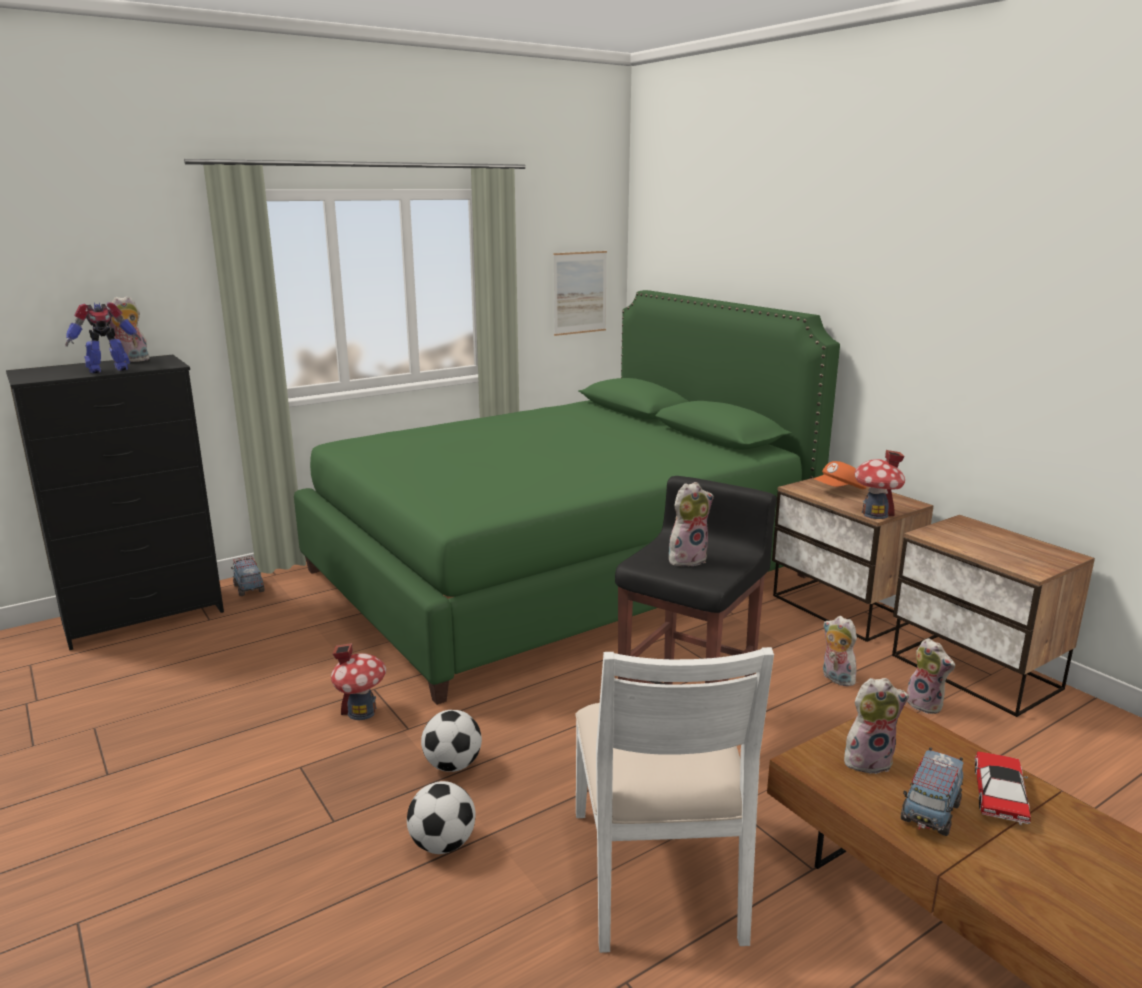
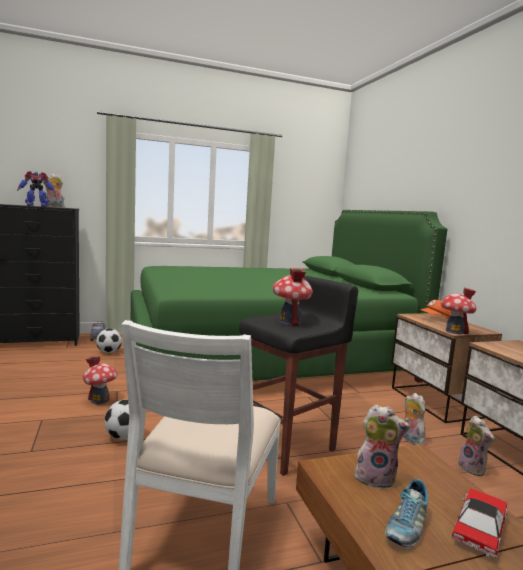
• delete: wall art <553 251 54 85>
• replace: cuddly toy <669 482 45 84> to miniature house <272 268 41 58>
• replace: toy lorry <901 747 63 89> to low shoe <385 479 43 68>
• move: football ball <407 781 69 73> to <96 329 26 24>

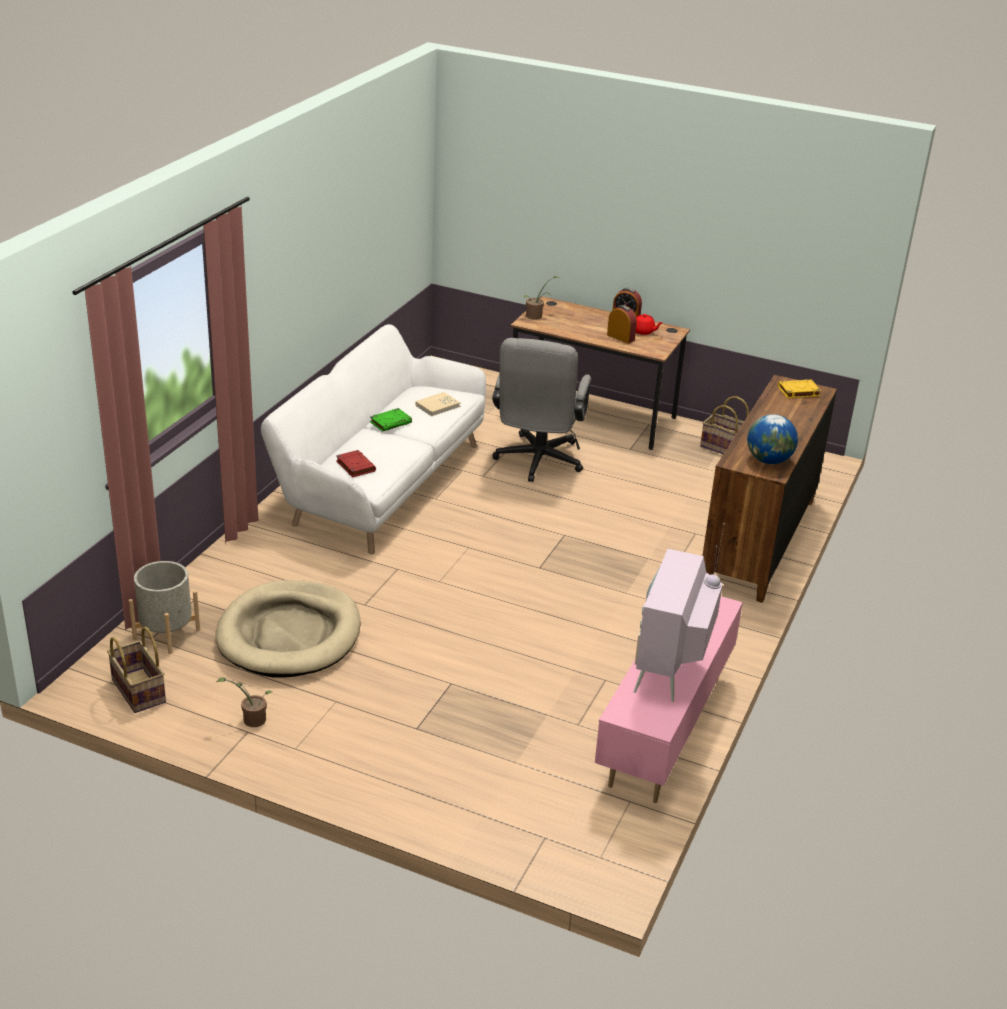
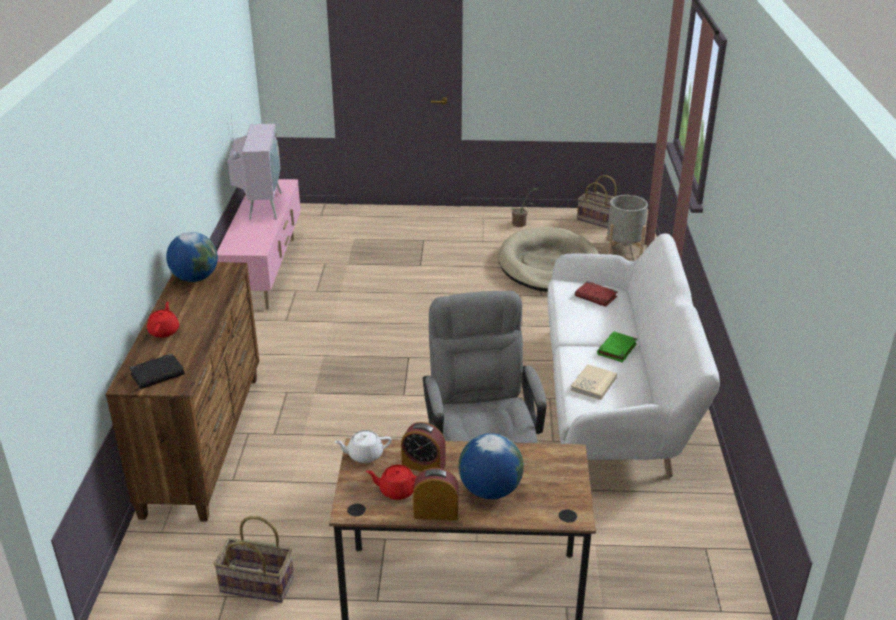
• delete: houseplant <524 276 35 44>
• recolor: yellowish book <778 379 43 19> to black-coloured book <129 354 56 35>
• insert: red-coloured tea pot <147 302 32 36>
• insert: whitish tea pot <334 430 58 33>
• insert: globe <459 433 65 66>

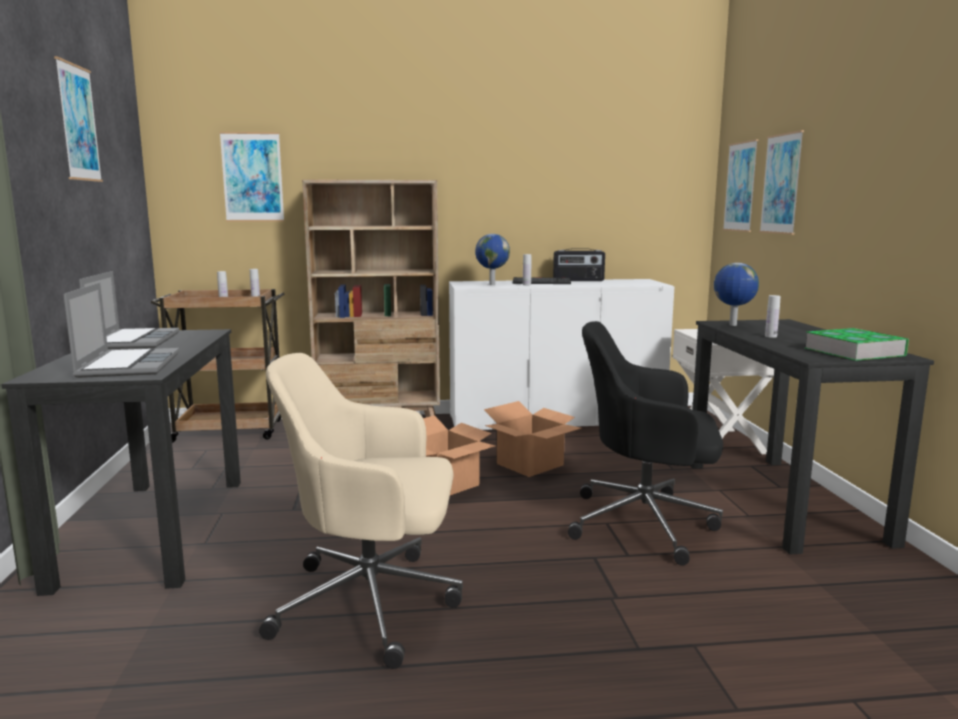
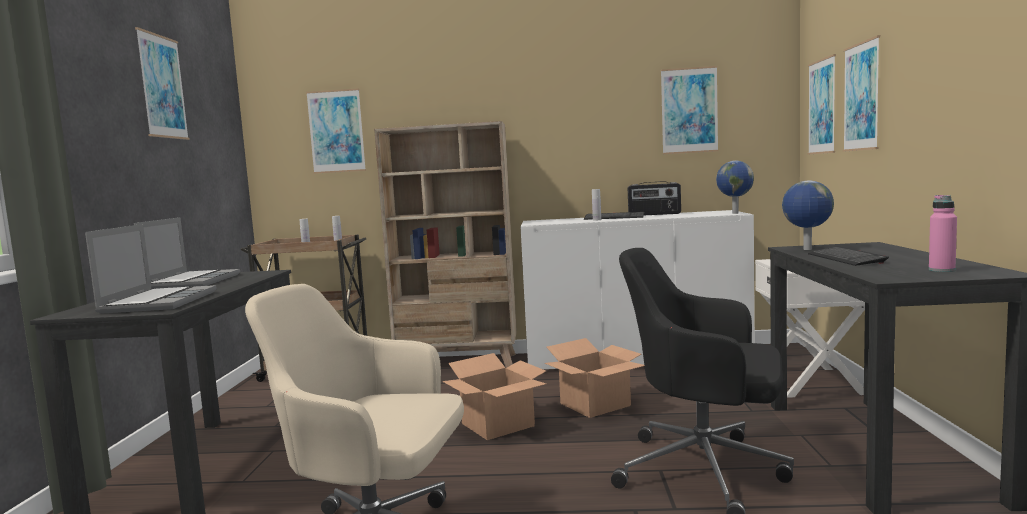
• move: globe <475 234 35 51> to <716 161 38 53>
• replace: whitish beverage bottle <765 295 16 43> to keyboard <808 246 81 20>
• replace: book <804 328 105 33> to pink-coloured beverage bottle <929 195 28 77>
• insert: wall art <661 66 57 88>

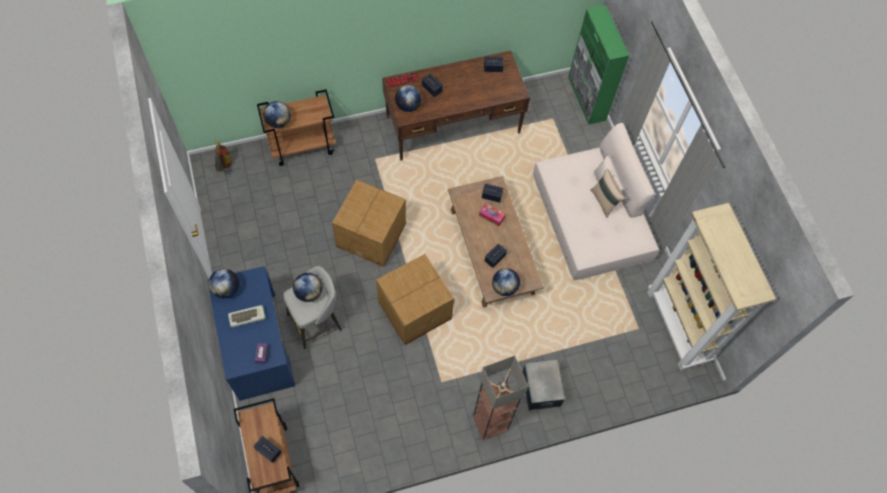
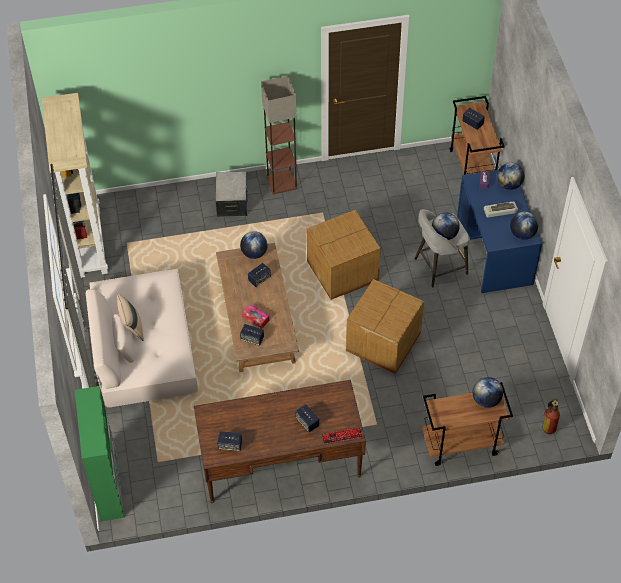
• move: globe <395 85 27 27> to <497 162 27 28>

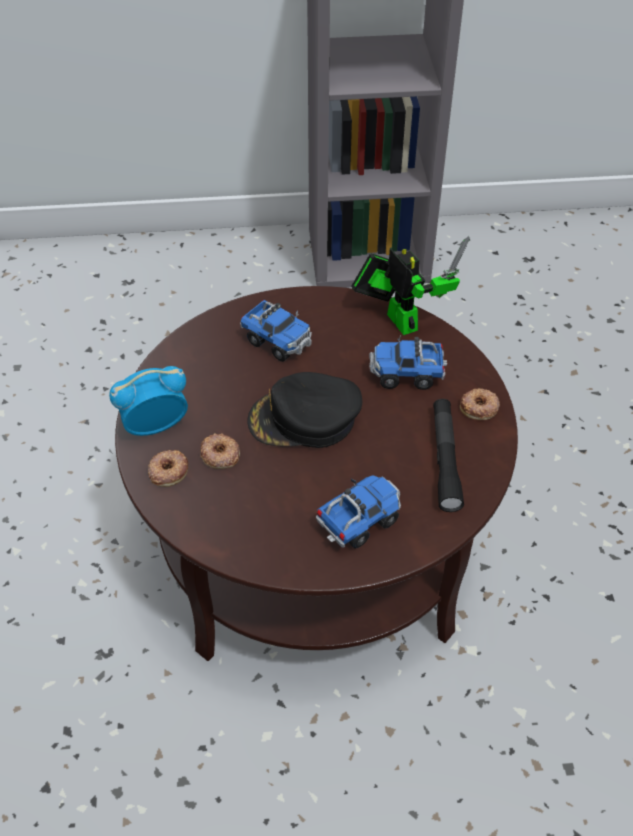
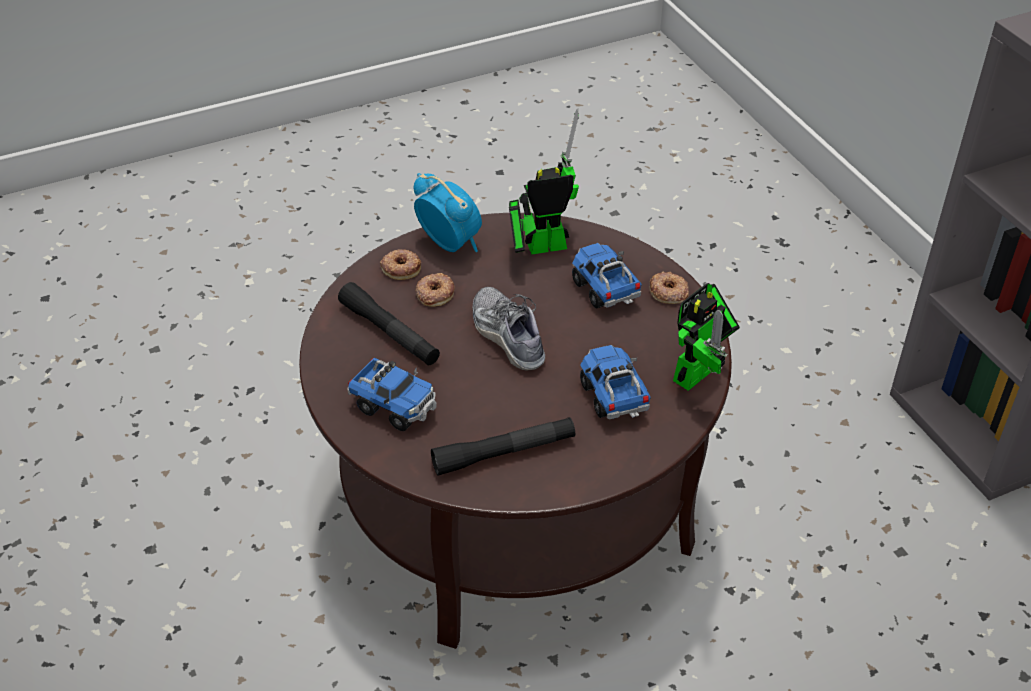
• rotate: toy lorry <240 300 72 62> = <572 243 70 65> 135 degrees clockwise
• replace: black-coloured peaked cap <247 372 115 76> to low shoe <473 287 72 84>
• move: doughnut <460 388 40 32> to <650 271 39 33>
• insert: toy robot <509 108 70 147>
• insert: black-coloured hand torch <338 282 102 83>

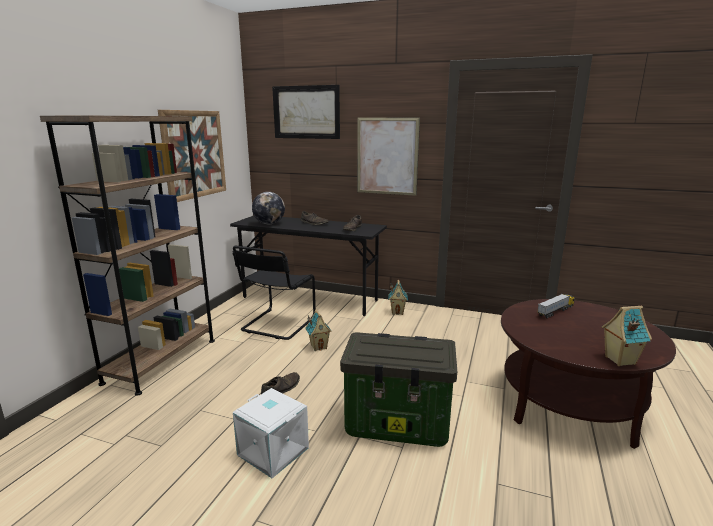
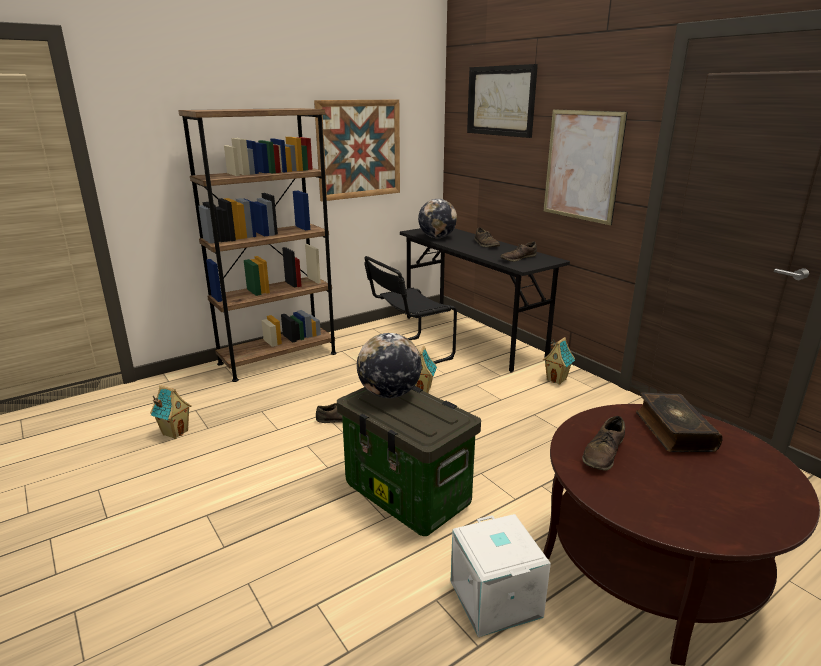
• replace: toy lorry <537 294 38 25> to book <636 392 86 60>
• move: miniature house <602 306 50 60> to <150 385 42 54>
• move: whitish storage container <233 388 76 90> to <451 514 100 123>
• insert: globe <357 333 65 65>
• insert: brown low shoe <582 416 43 55>

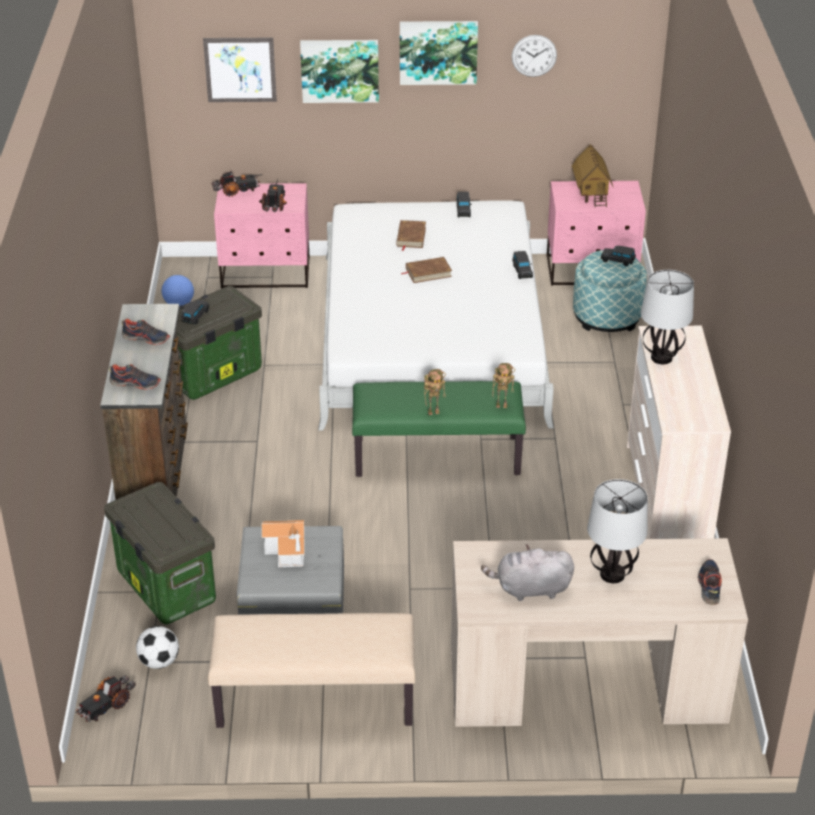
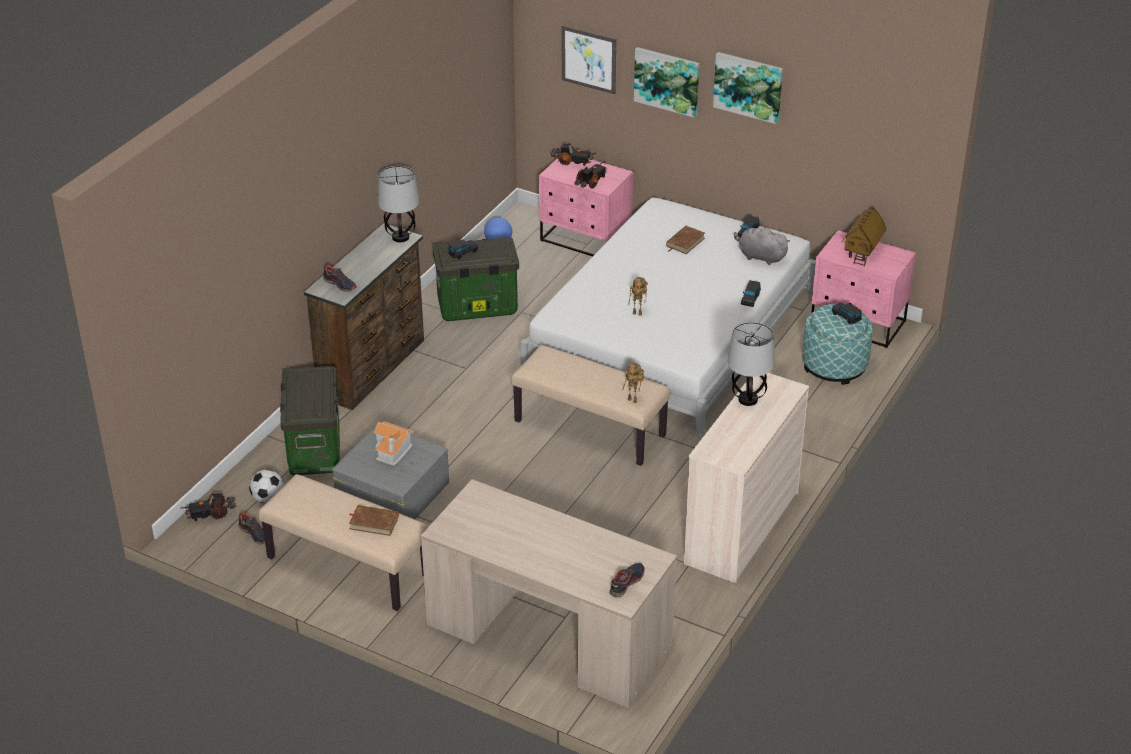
• delete: clock on the wall <512 35 45 42>
• move: brown book <401 257 51 26> to <349 505 50 31>
• move: low shoe <122 319 48 26> to <238 512 27 32>
• move: toy robot <424 369 22 46> to <628 277 20 39>
• recolor: green-coloured indoor bench <352 381 174 96> to beige indoor bench <511 345 159 121>
• move: table lamp <587 479 61 104> to <378 166 41 76>
• move: greyish cuddly toy <481 544 93 57> to <734 226 56 39>

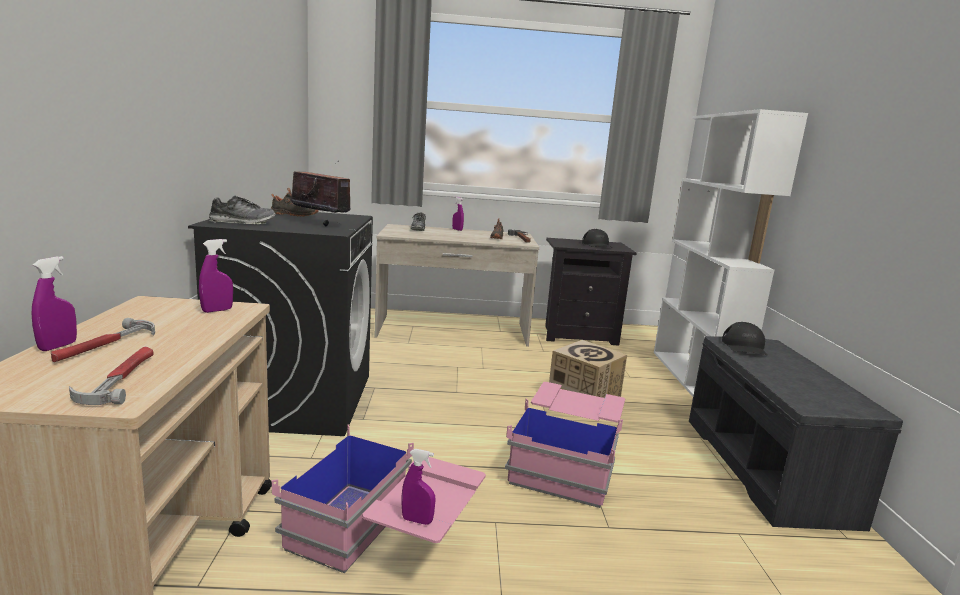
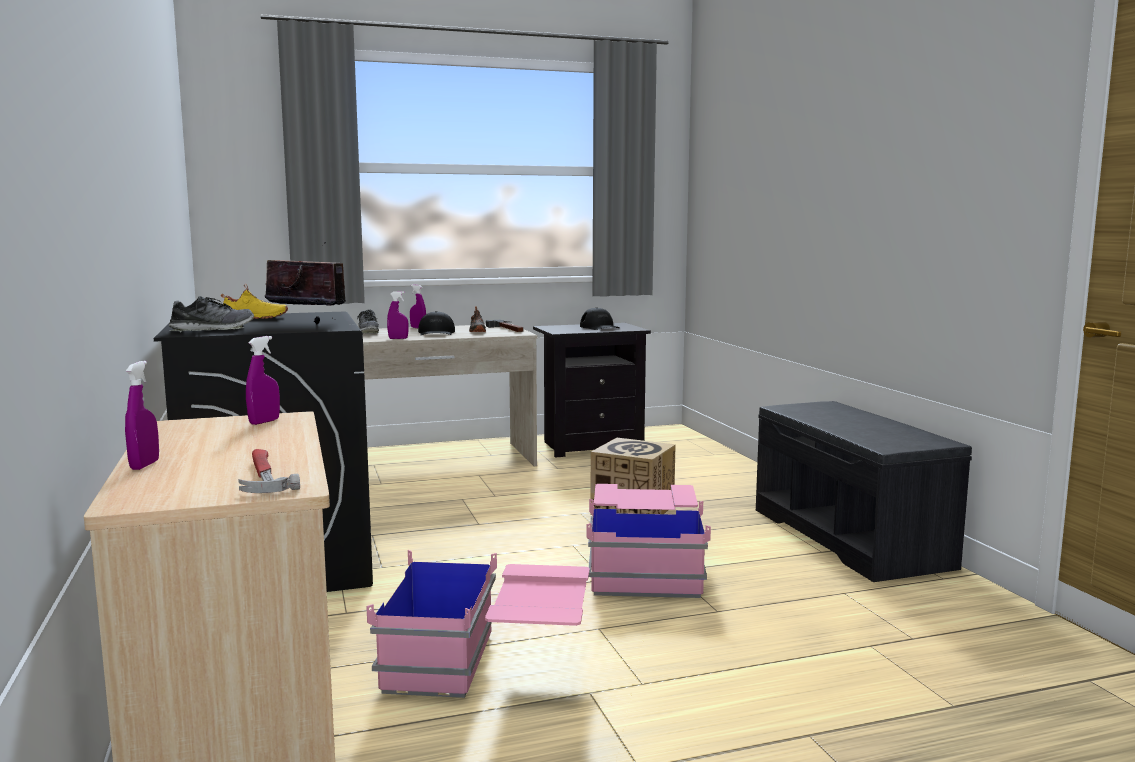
• delete: whitish shelving unit <654 109 154 288>
• recolor: black-coloured low shoe <271 188 48 29> to yellowish low shoe <221 284 67 35>
• delete: tool hammer <51 318 104 44>
• move: black-coloured peaked cap <722 322 45 33> to <418 311 37 24>
• move: purplish spray bottle <401 449 34 76> to <387 291 21 48>

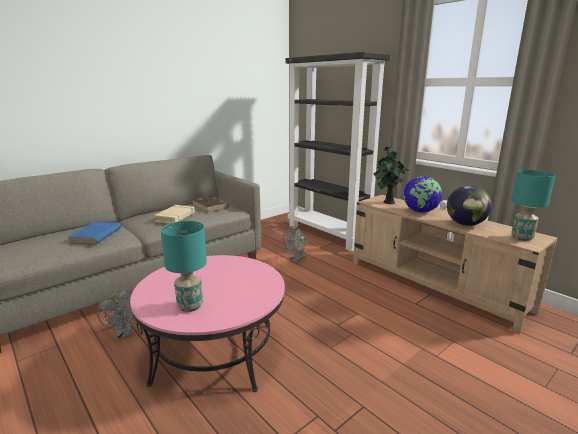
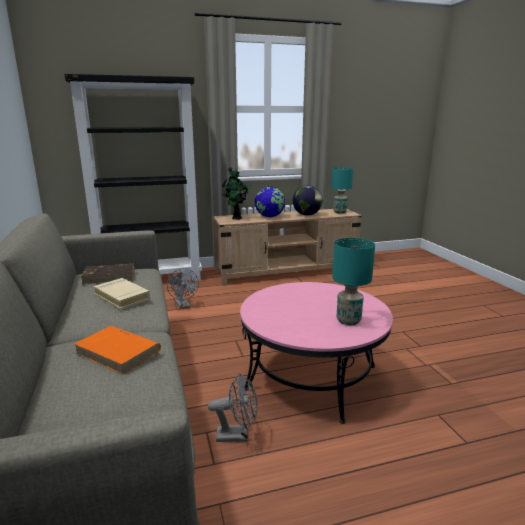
• recolor: blue book <68 222 53 23> to orangey book <74 326 87 49>

